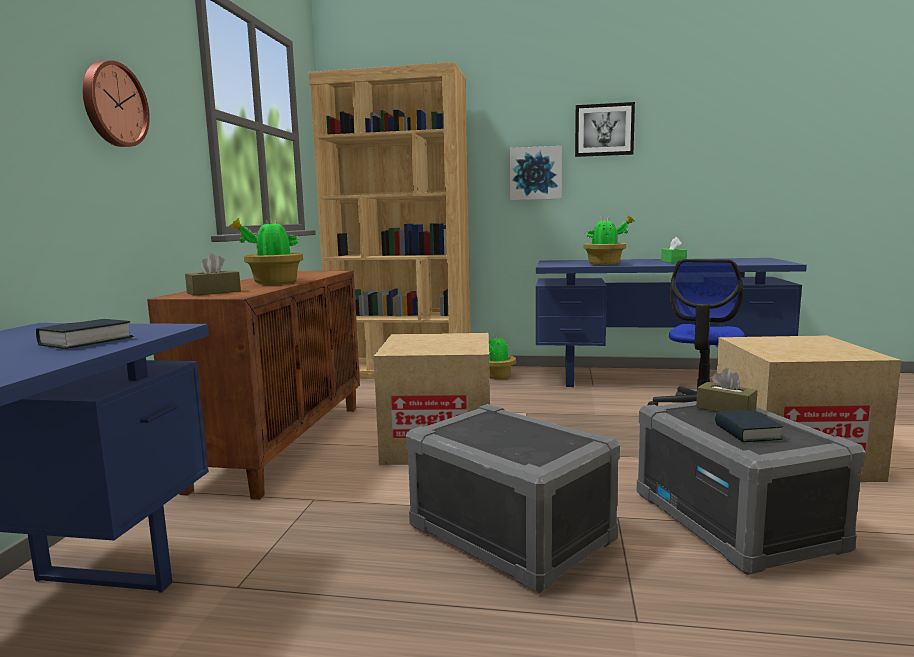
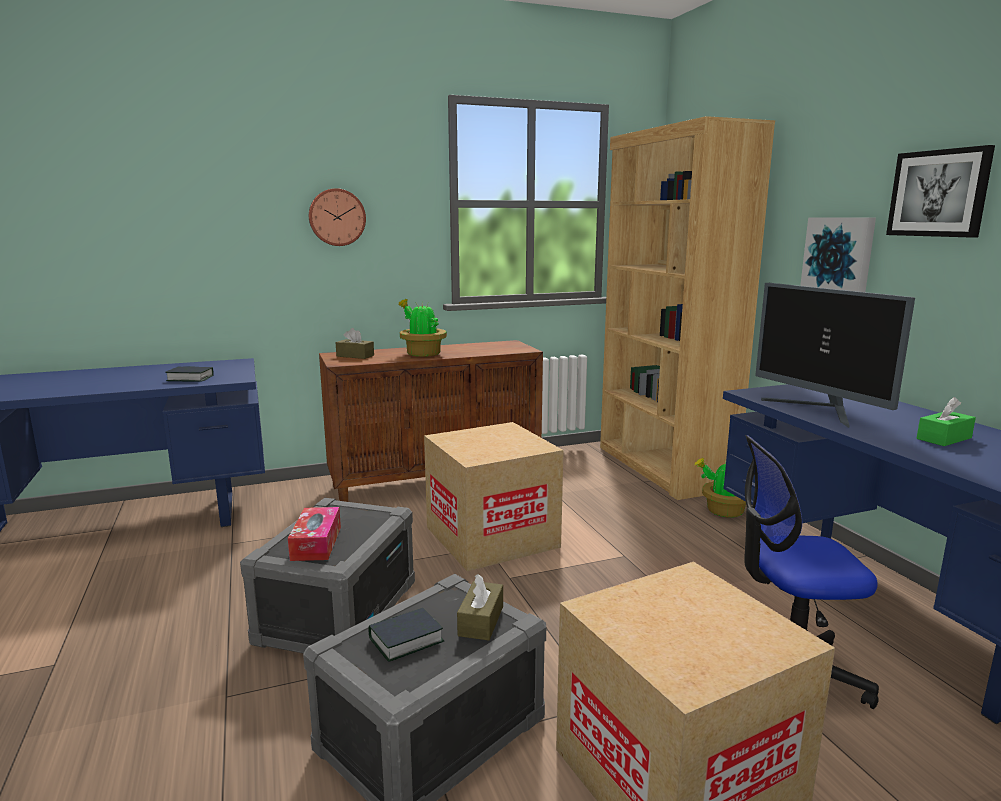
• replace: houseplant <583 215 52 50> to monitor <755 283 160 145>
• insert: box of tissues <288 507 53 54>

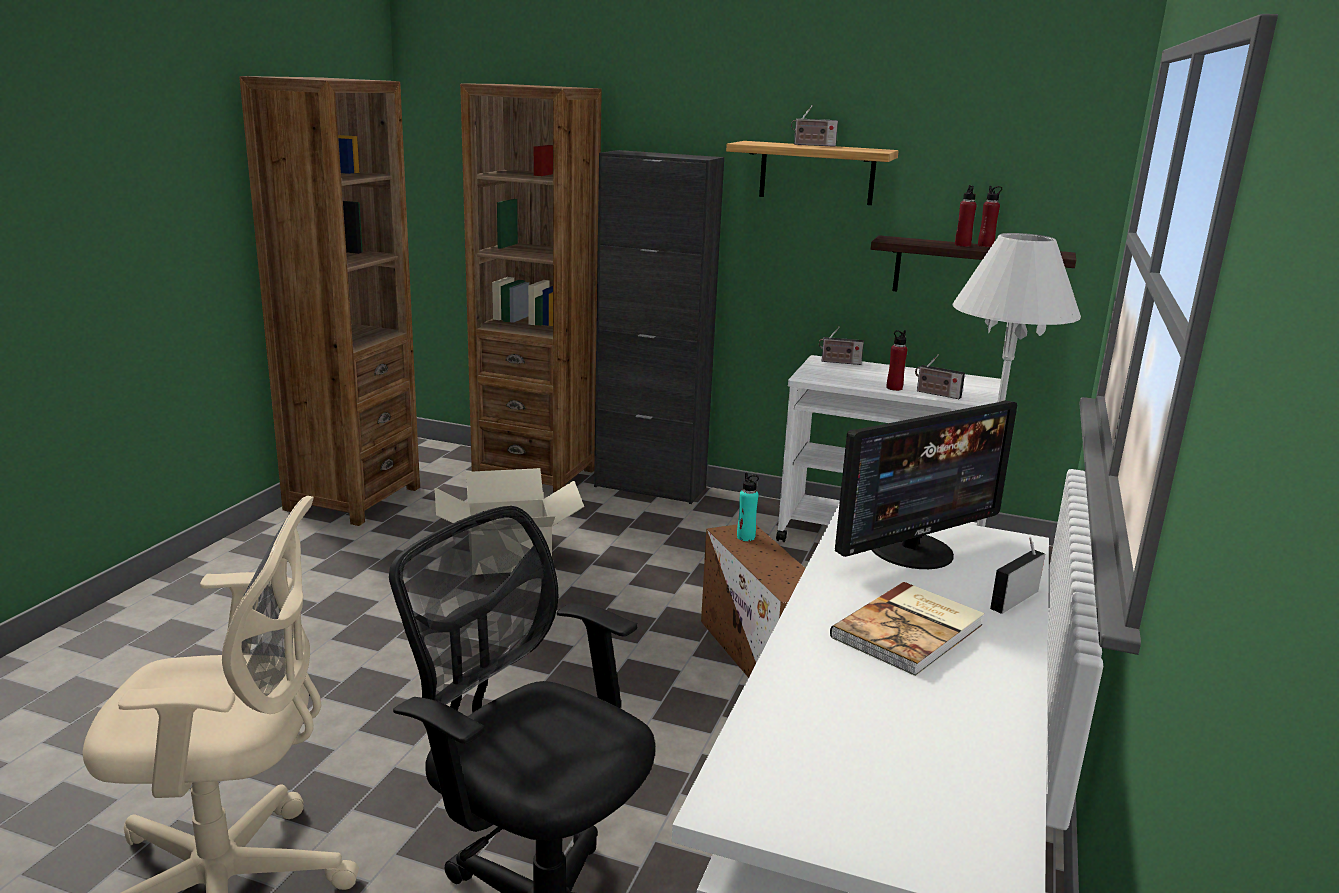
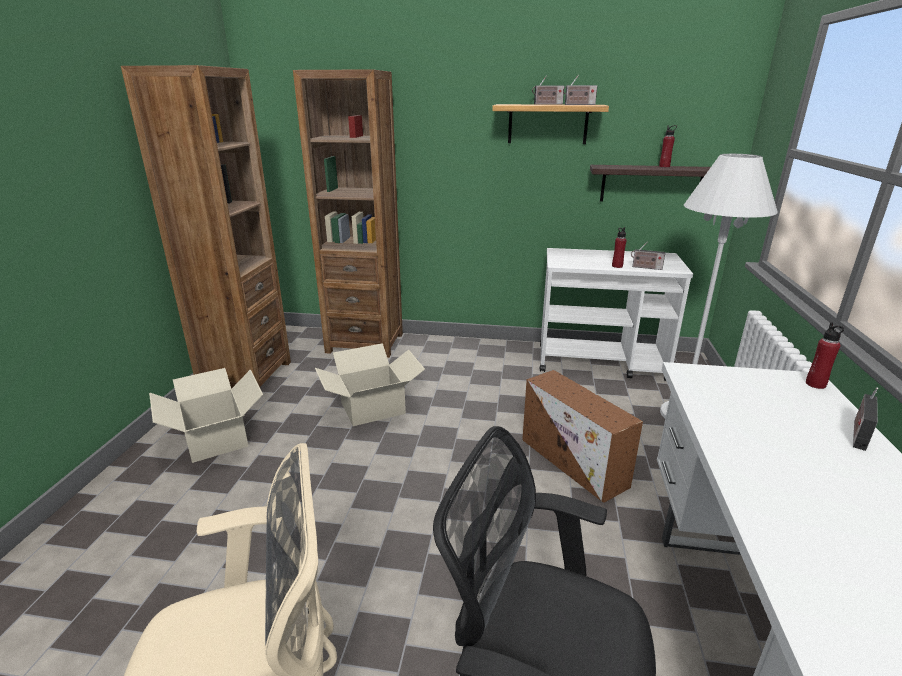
• delete: black-coloured storage cabinet <594 150 130 354>
• move: red-coloured beverage bottle <955 185 22 62> to <806 322 38 67>
• move: radio <819 326 45 39> to <563 74 34 31>
• delete: monitor <834 400 183 169>
• delete: blue-green beverage bottle <737 473 22 68>
• delete: book <830 582 154 94>
• insert: cardboard box <149 368 114 95>

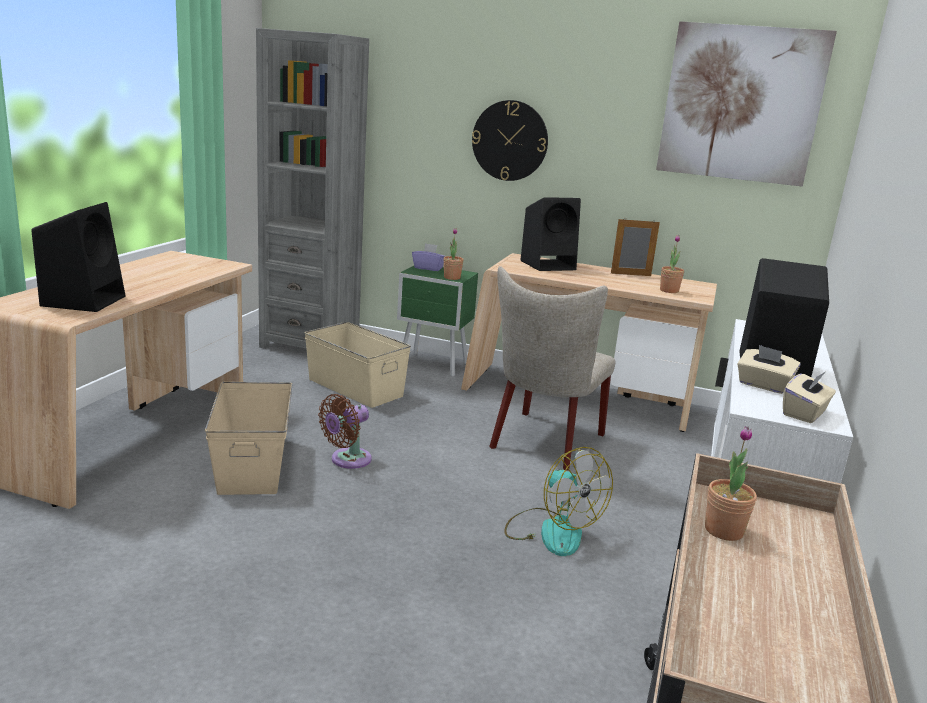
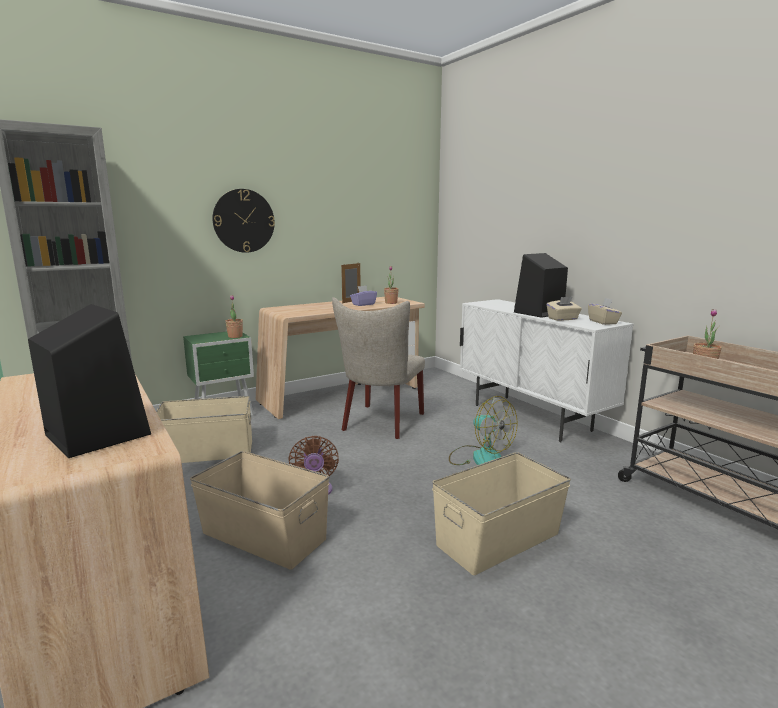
• delete: wall art <656 21 181 166>
• delete: black-coloured loudspeaker <520 197 61 74>
• move: purplish box of tissues <412 243 33 28> to <350 285 27 21>
• rotate: beige upright chair <489 266 127 205> = <332 297 93 142> 45 degrees clockwise
• rotate: fan <504 447 109 109> = <449 396 69 69> 45 degrees clockwise
• insert: beige storage container <432 452 139 123>

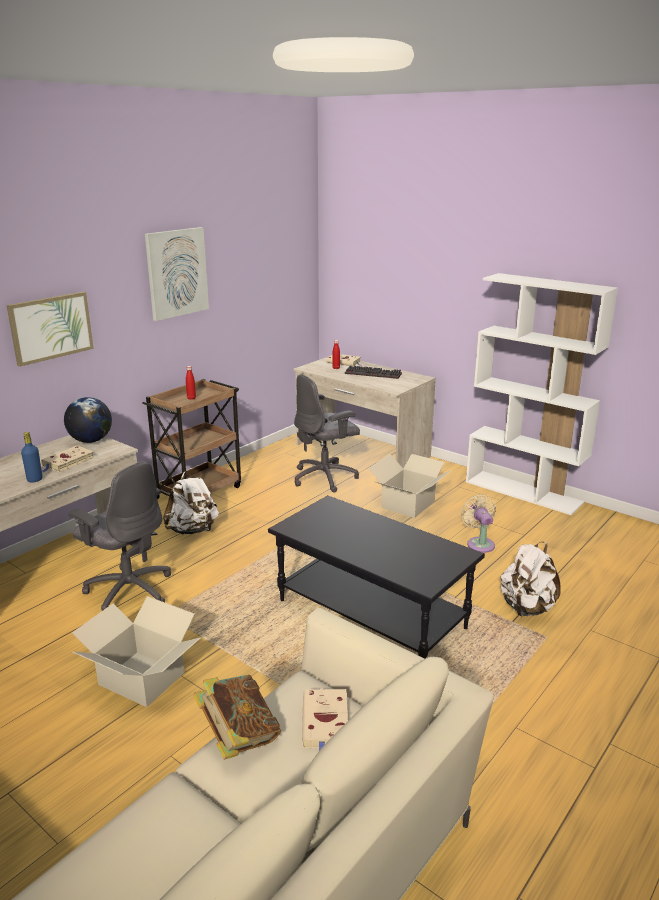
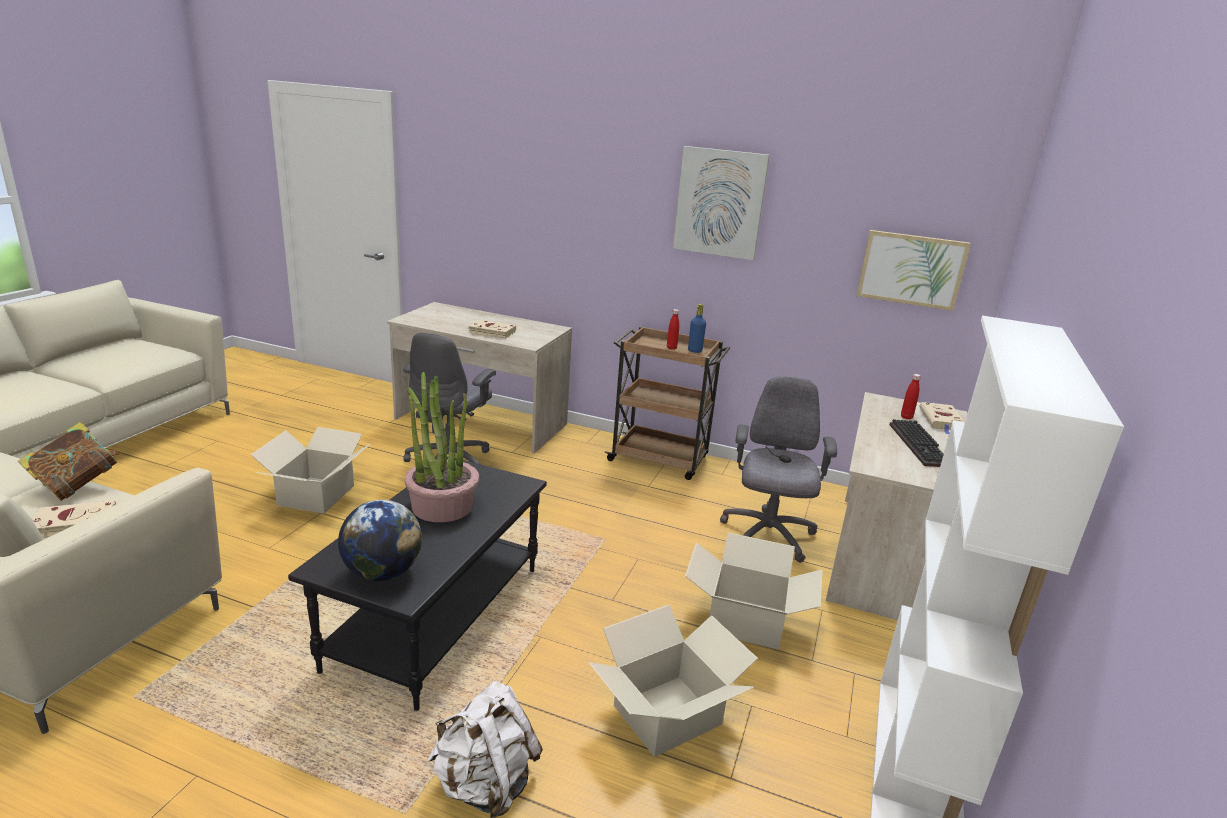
• move: wall art <6 292 88 75> to <856 230 115 81>
• rotate: greyish computer chair <294 374 66 119> = <720 376 117 187> 60 degrees clockwise
• move: globe <64 397 48 46> to <338 500 84 81>
• move: blue beverage bottle <21 432 21 51> to <688 304 18 49>
• delete: whitish knapsack <163 471 56 63>
• replace: beige fan <461 495 35 58> to cardboard box <589 605 169 152>
• insert: houseplant <404 372 75 150>

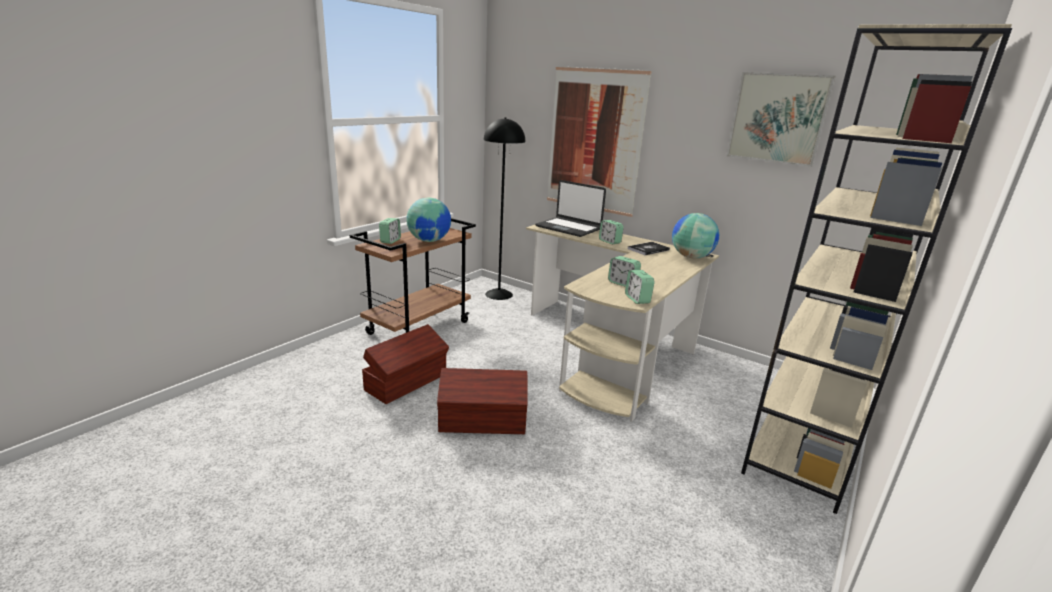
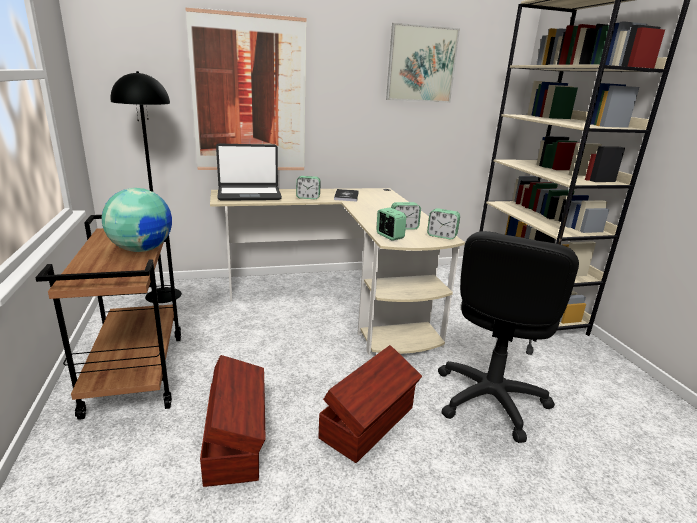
• delete: globe <672 213 47 46>
• move: bedside clock <379 218 22 26> to <377 207 29 34>
• insert: black-coloured computer chair <438 231 141 212>

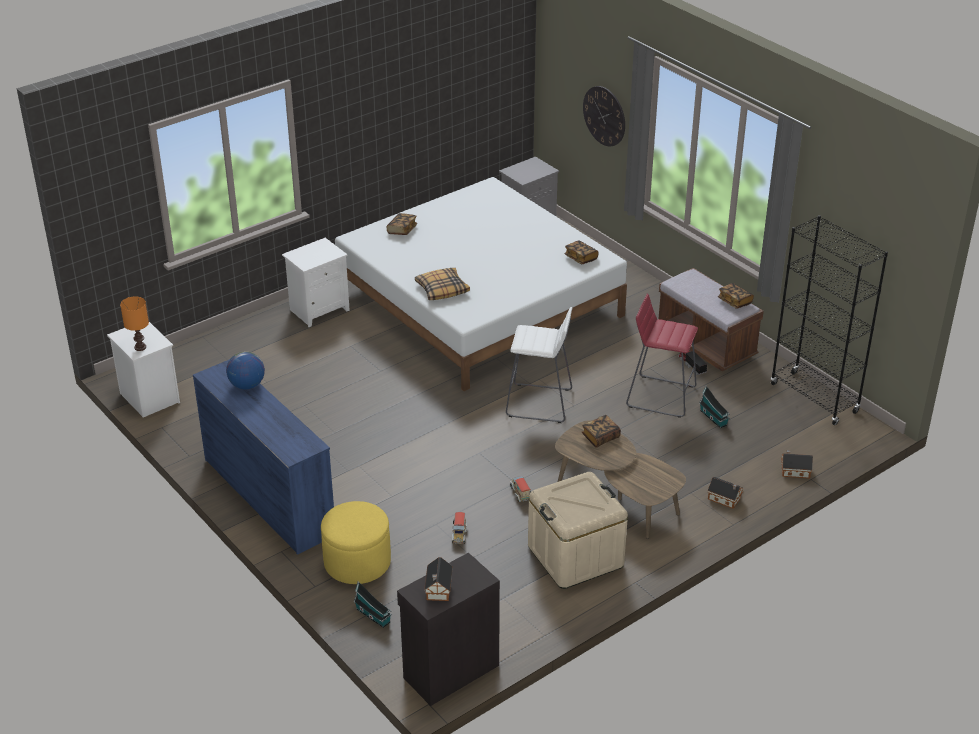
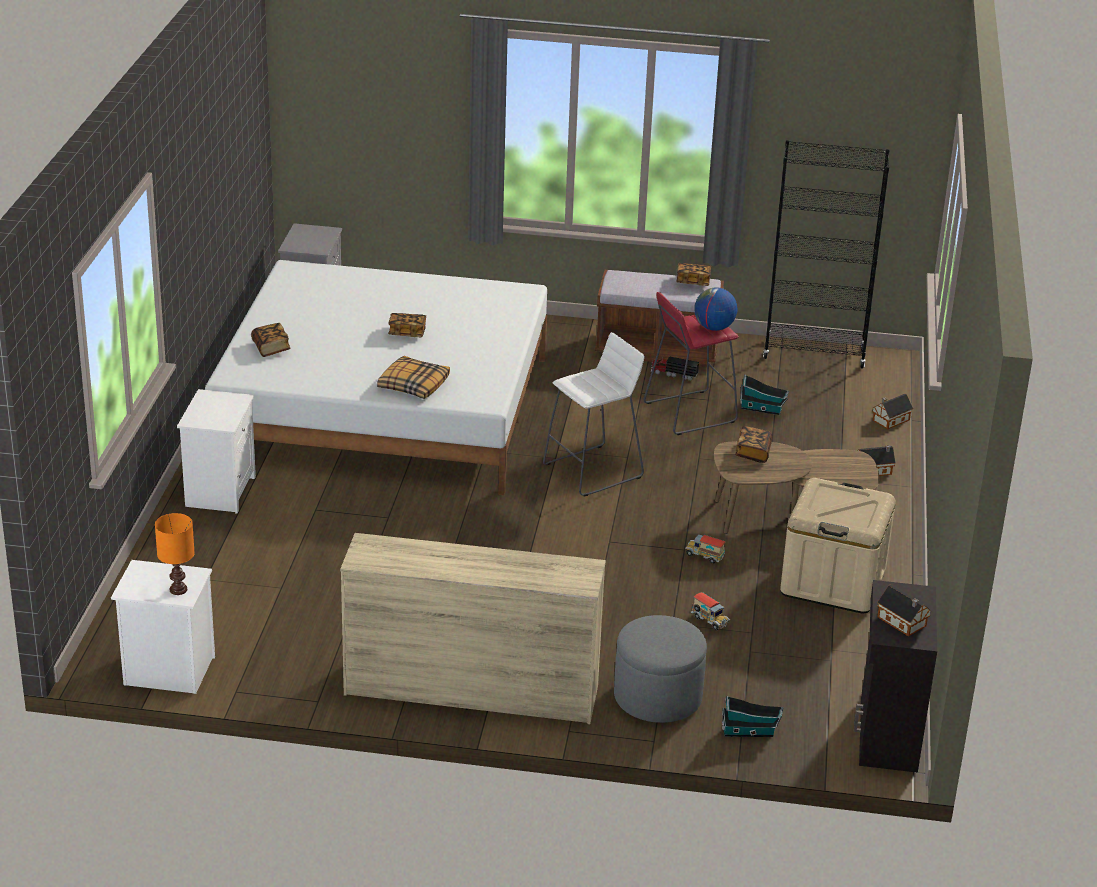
• delete: clock on the wall <583 86 42 61>
• move: book <564 240 35 24> to <388 313 38 24>
• move: globe <226 352 39 37> to <694 287 43 44>
• recolor: blue drawer chest <193 359 141 196> to beige drawer chest <340 533 266 191>
• recolor: yellowish ottoman <321 501 70 83> to greyish ottoman <614 615 93 108>

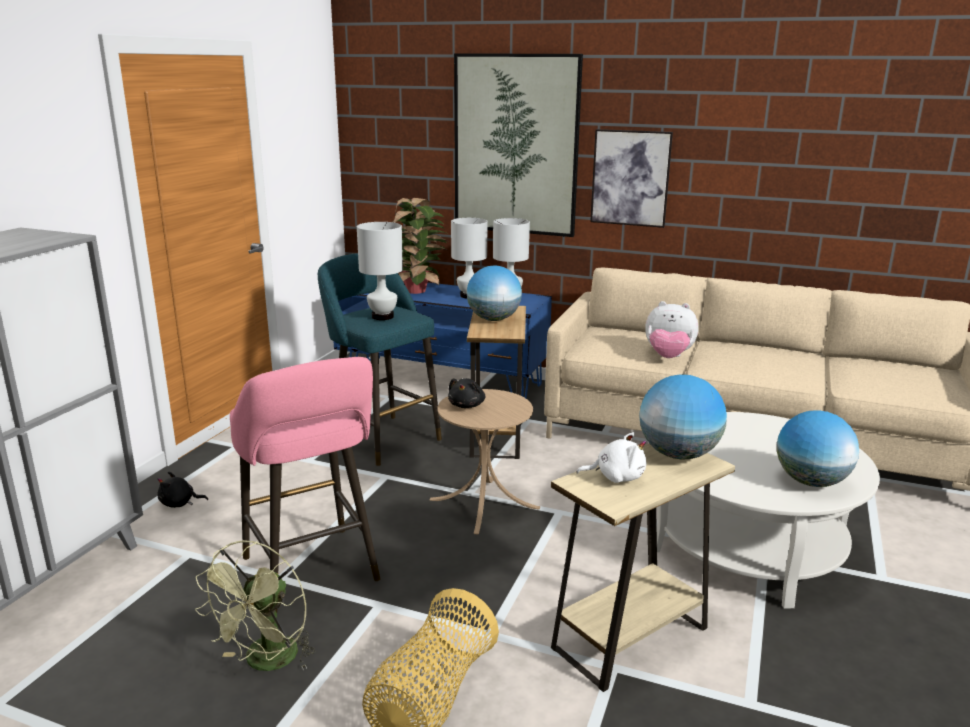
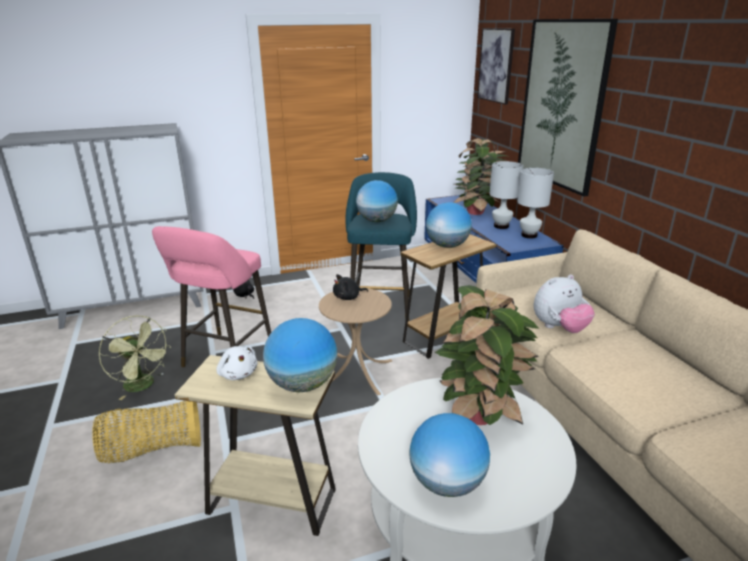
• move: wall art <590 129 83 99> to <477 28 38 76>
• replace: whitish table lamp <357 222 46 98> to globe <356 180 42 42>
• rotate: cuddly toy <645 301 54 57> = <534 274 61 59> 90 degrees counterclockwise
• rotate: green-coloured fan <195 540 121 131> = <98 315 73 85> 120 degrees counterclockwise
• insert: houseplant <435 285 104 140>

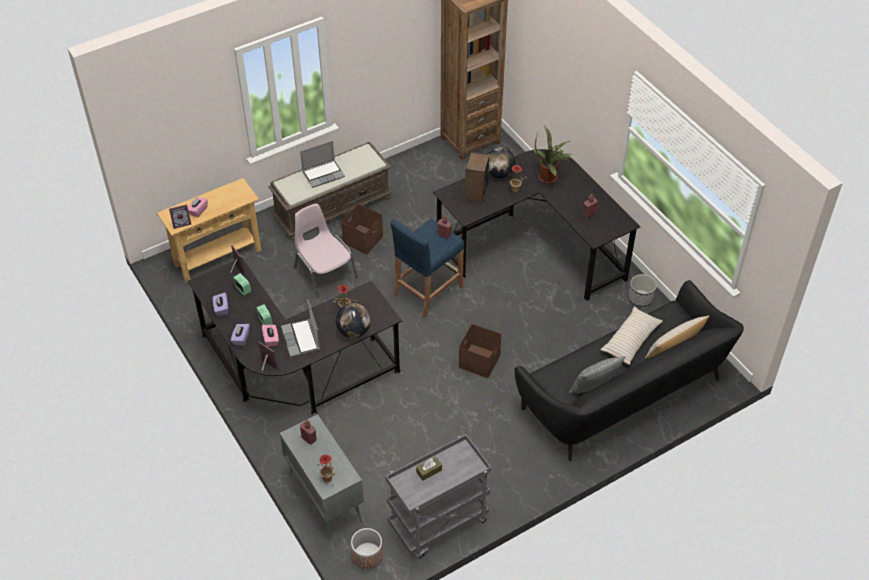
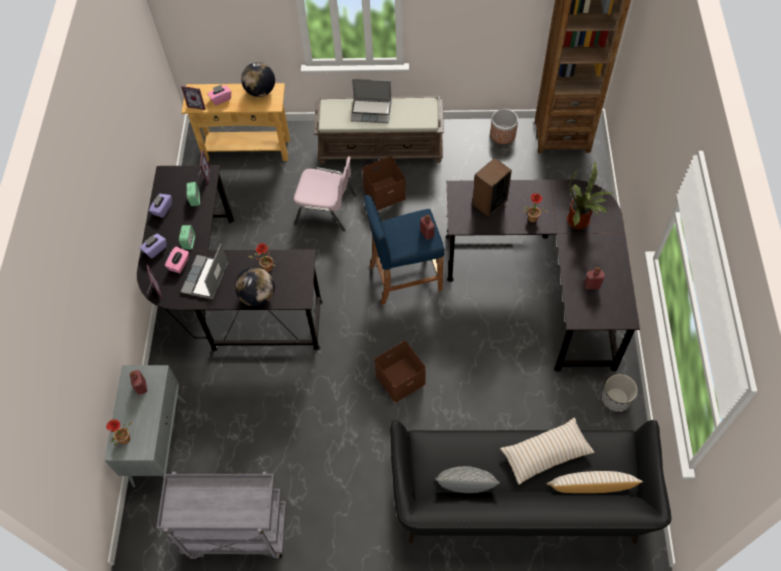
• move: globe <487 147 29 31> to <241 62 34 35>
• rotate: pink-coloured upright chair <294 204 64 93> = <294 156 62 76> 105 degrees clockwise
• delete: brown box of tissues <416 456 26 25>
• move: planter <351 528 32 41> to <490 109 28 35>

